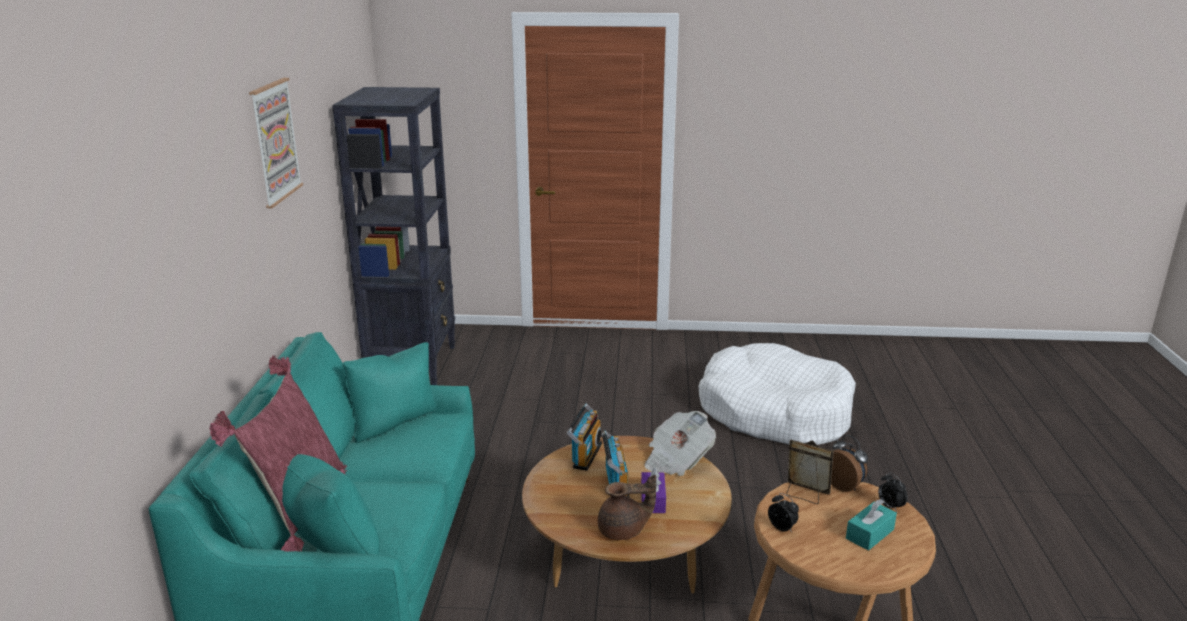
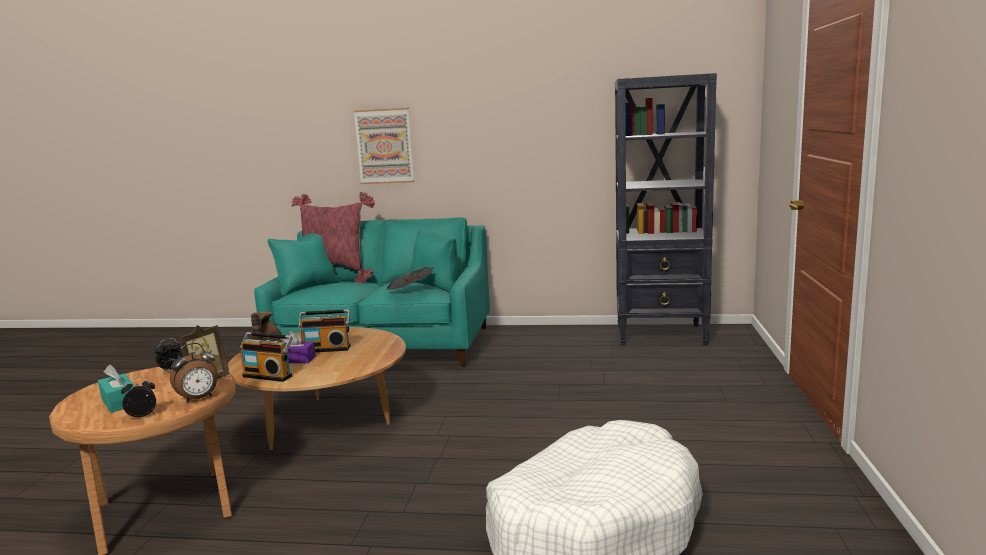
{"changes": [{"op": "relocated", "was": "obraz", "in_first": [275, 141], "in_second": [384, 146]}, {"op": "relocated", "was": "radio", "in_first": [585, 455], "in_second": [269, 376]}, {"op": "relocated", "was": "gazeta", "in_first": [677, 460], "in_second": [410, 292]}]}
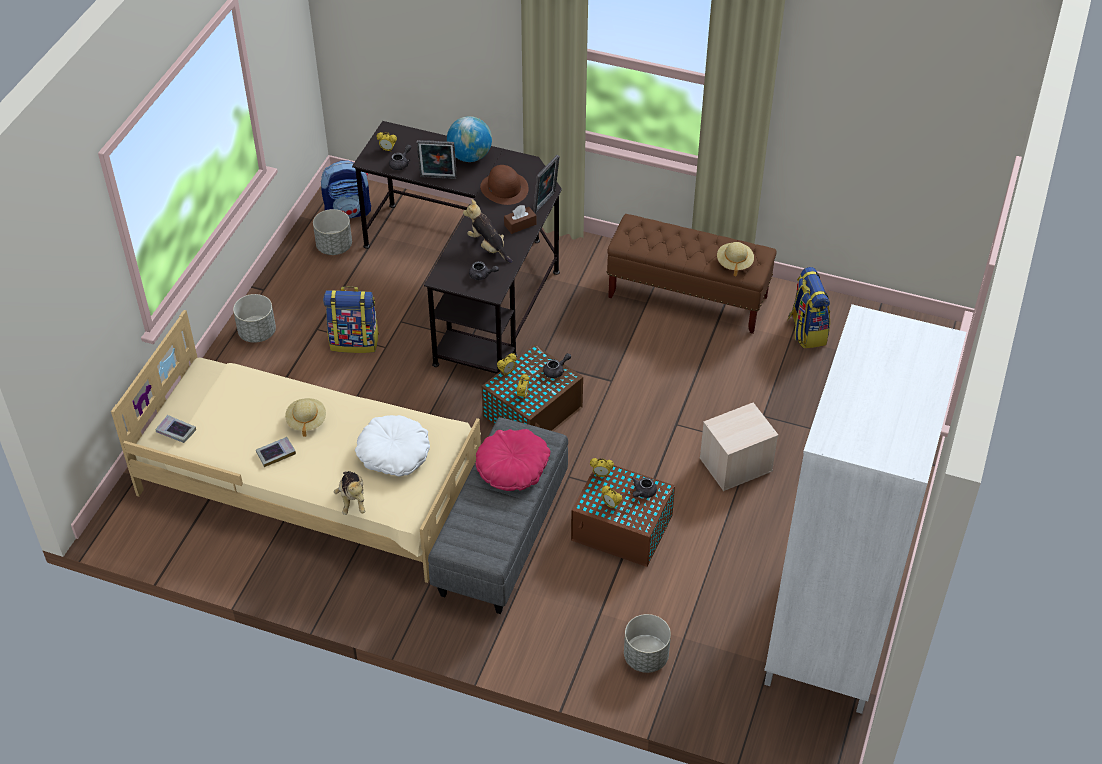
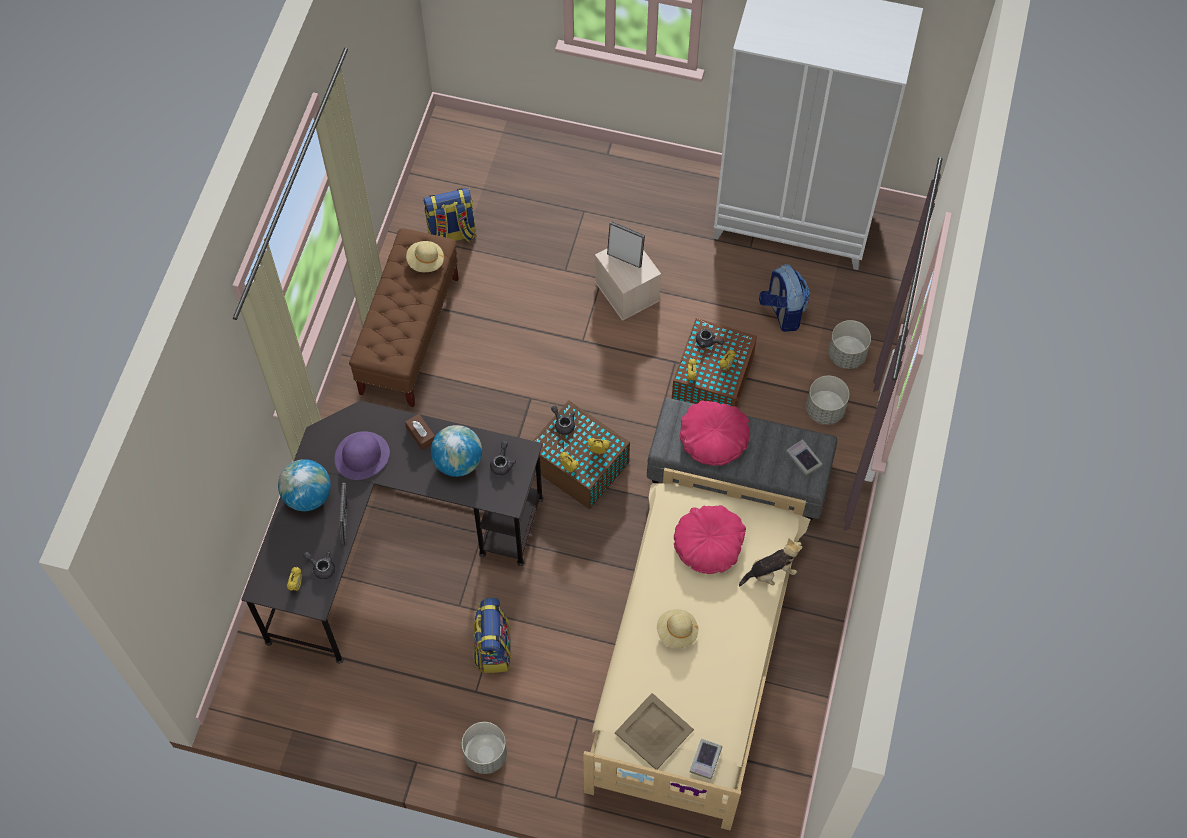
{"changes": [{"op": "relocated", "was": "ramka na zdjęcie", "in_first": [546, 203], "in_second": [625, 258]}, {"op": "relocated", "was": "plecak", "in_first": [348, 212], "in_second": [782, 312]}, {"op": "colour", "was": "kapelusz/brązowy", "now": "kapelusz/fioletowy", "in_first": [504, 188], "in_second": [362, 455]}, {"op": "exchanged", "was": "pluszak", "now": "globus", "in_first": [488, 247], "in_second": [458, 462]}, {"op": "relocated", "was": "donica/szary", "in_first": [334, 247], "in_second": [825, 410]}, {"op": "colour", "was": "poduszka/biały", "now": "poduszka/różowy", "in_first": [395, 452], "in_second": [707, 543]}, {"op": "relocated", "was": "książka", "in_first": [276, 453], "in_second": [803, 459]}, {"op": "appeared", "now": "taca/beżowy", "in_second": [653, 731]}]}
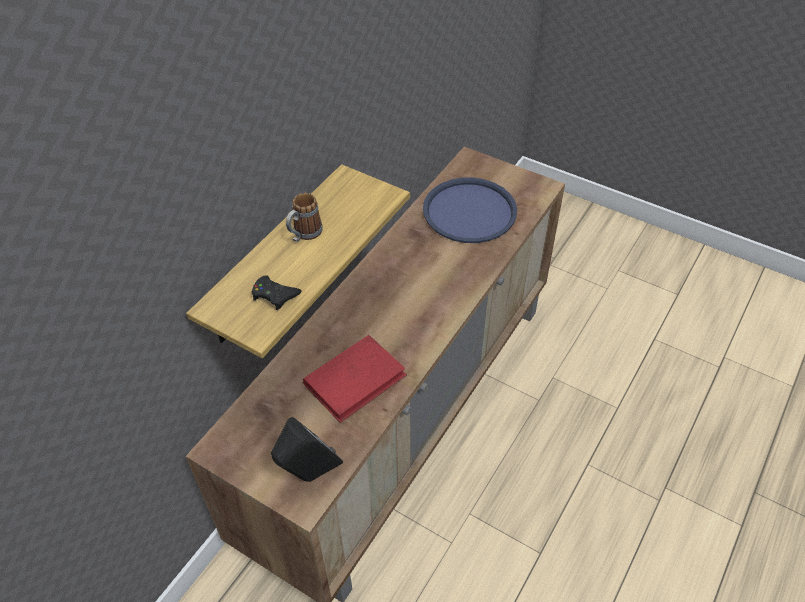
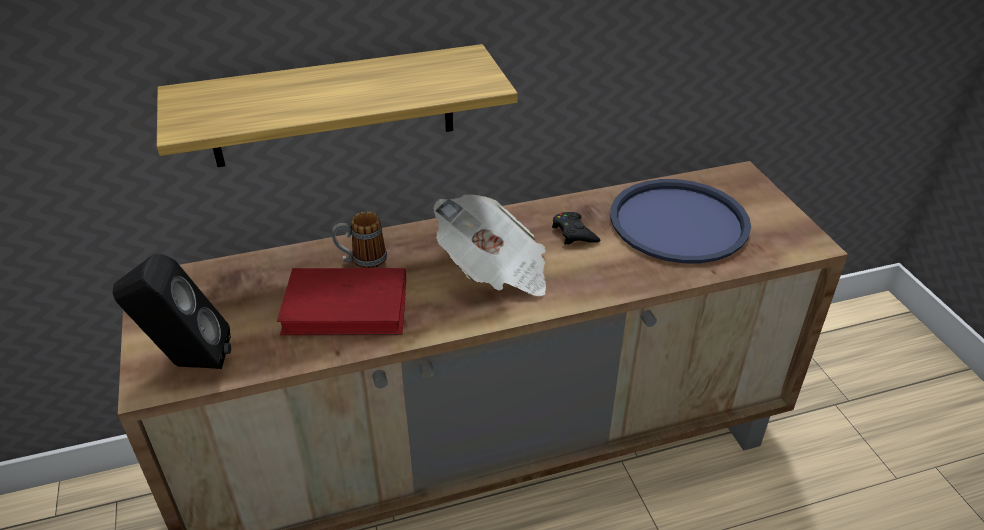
{"changes": [{"op": "relocated", "was": "kubek", "in_first": [304, 235], "in_second": [361, 260]}, {"op": "relocated", "was": "pad do gier/czarny", "in_first": [274, 295], "in_second": [574, 233]}, {"op": "appeared", "now": "gazeta", "in_second": [494, 270]}]}
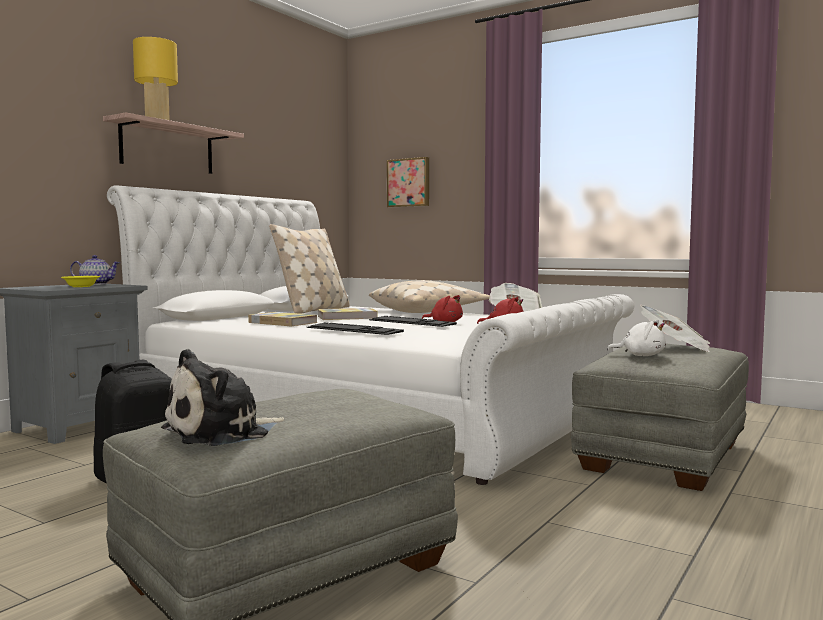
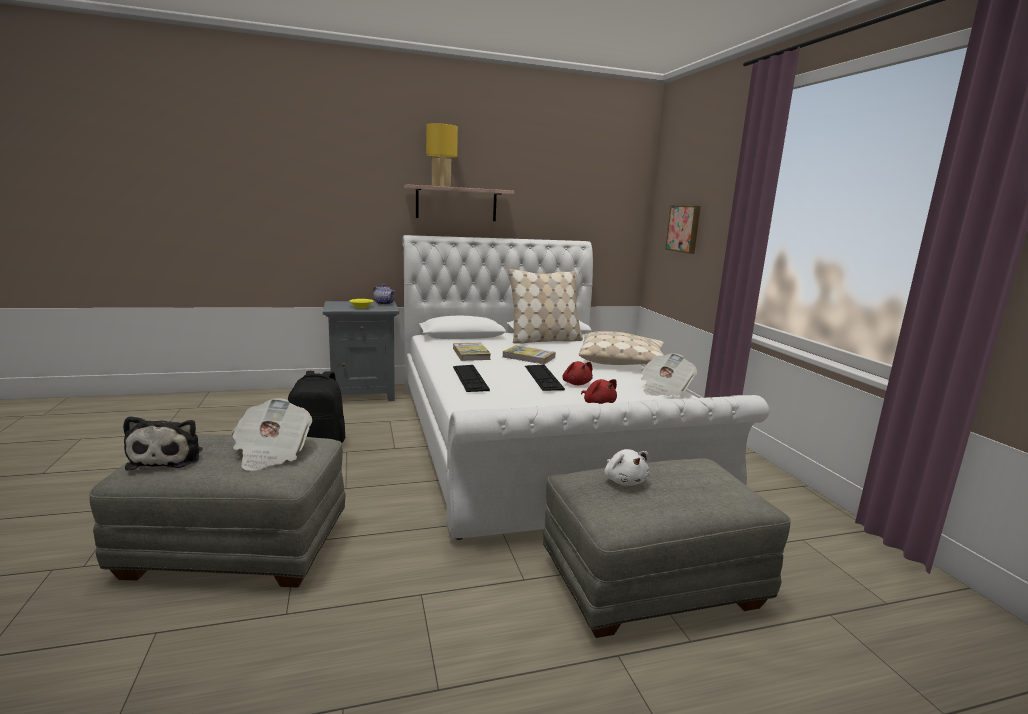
{"changes": [{"op": "relocated", "was": "gazeta", "in_first": [676, 347], "in_second": [271, 453]}, {"op": "spun", "was": "pluszak", "in_first": [222, 433], "in_second": [168, 458], "clockwise": -105}]}
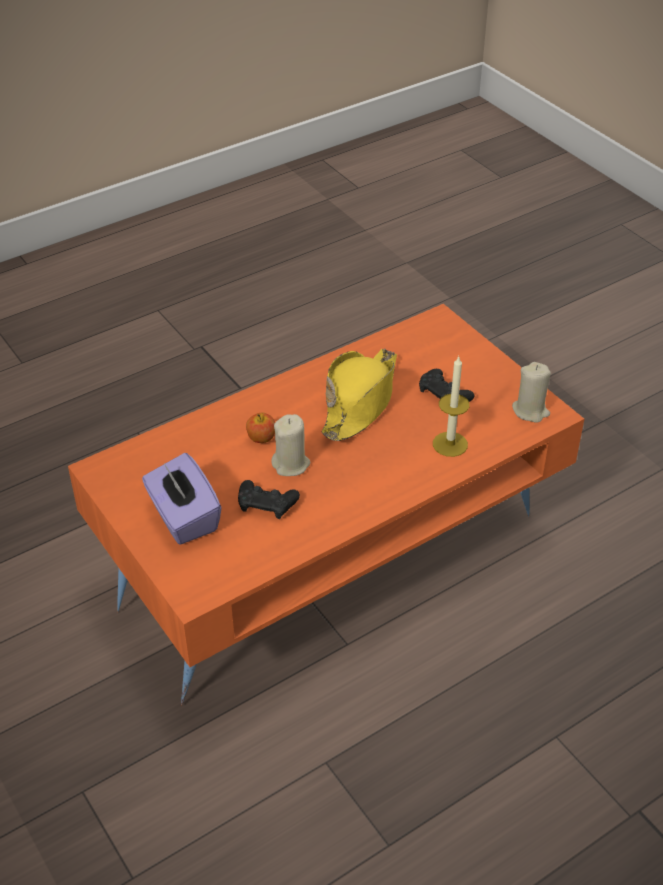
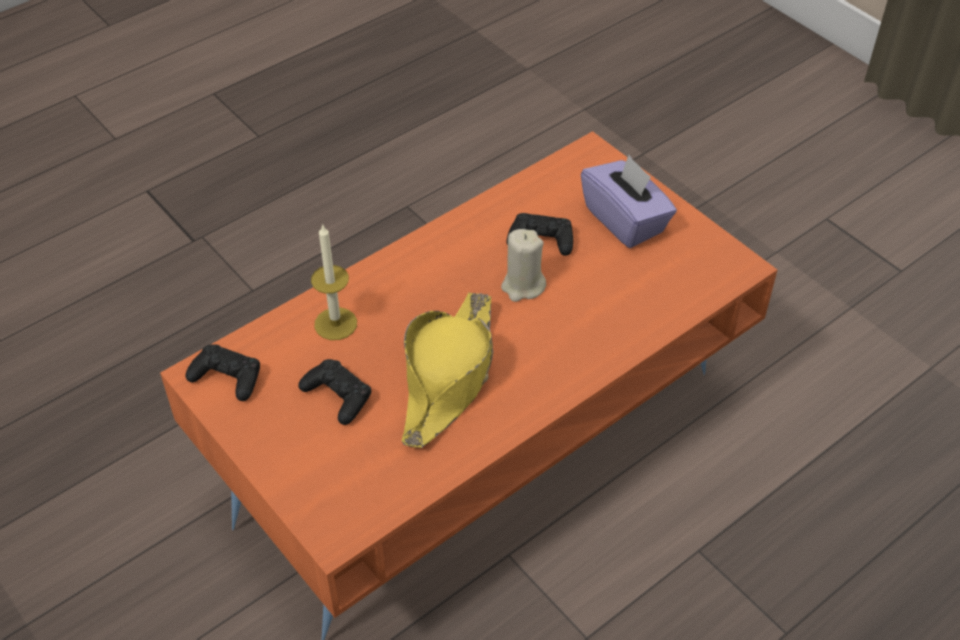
{"changes": [{"op": "exchanged", "was": "świeca/beżowy", "now": "pad do gier/czarny", "in_first": [530, 411], "in_second": [227, 377]}, {"op": "missing", "was": "jabłko", "in_first": [261, 438]}]}
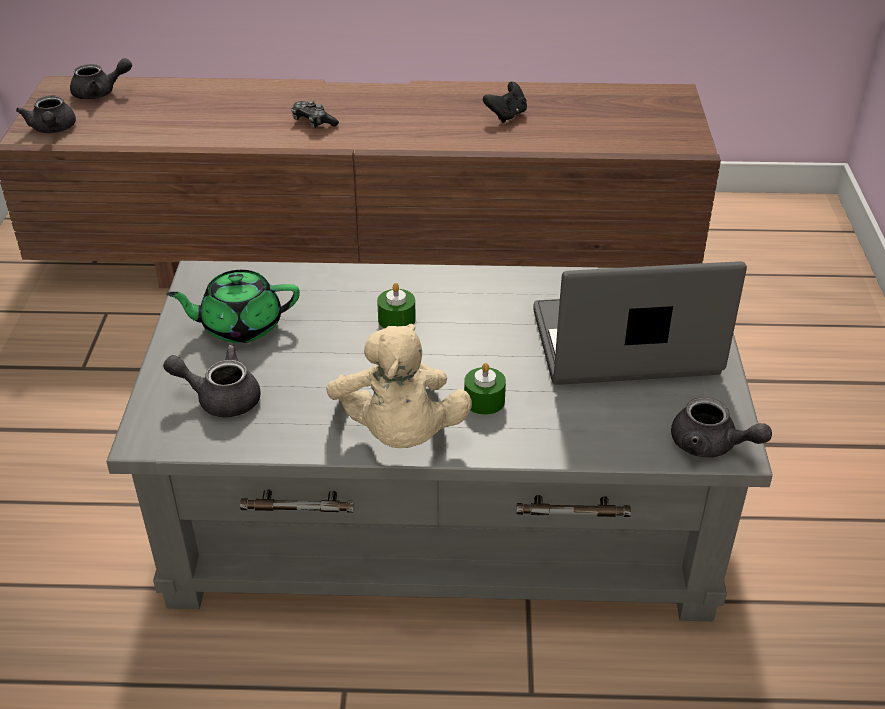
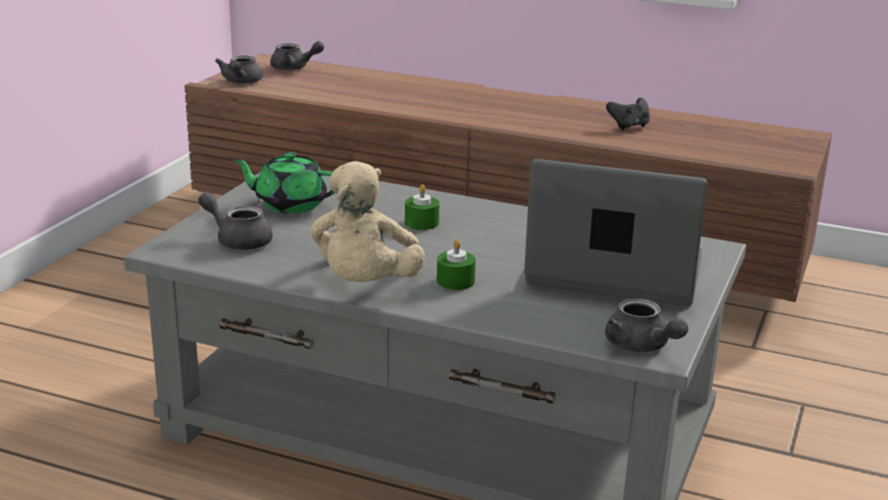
{"changes": [{"op": "missing", "was": "pad do gier", "in_first": [313, 122]}]}
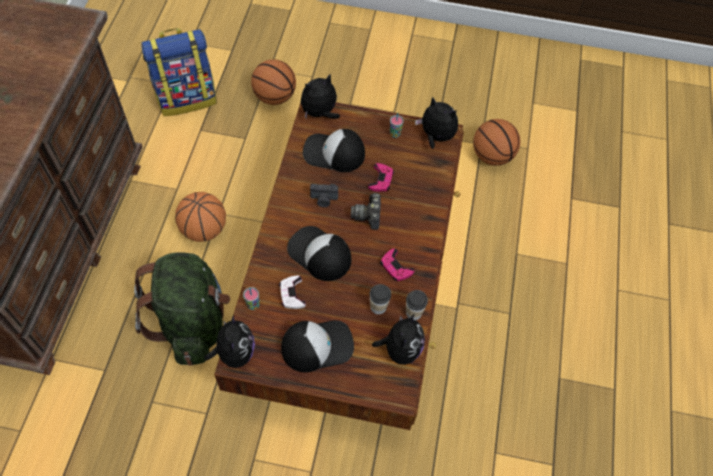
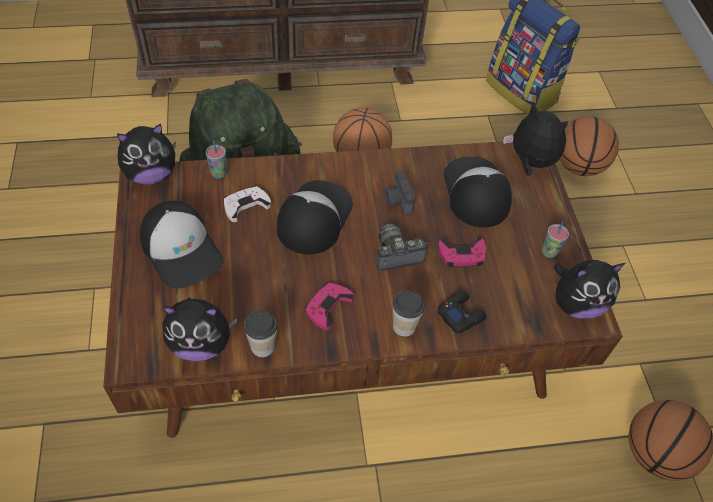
{"changes": [{"op": "spun", "was": "pluszak", "in_first": [435, 137], "in_second": [576, 304], "clockwise": 60}, {"op": "relocated", "was": "filiżanka", "in_first": [378, 307], "in_second": [404, 326]}, {"op": "appeared", "now": "pad do gier/czarny", "in_second": [460, 314]}]}
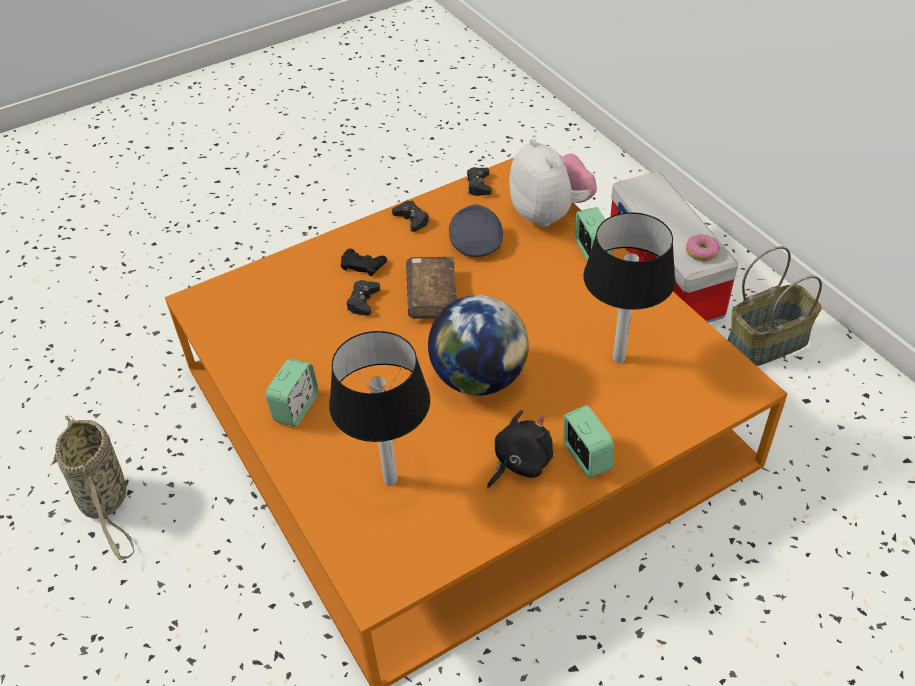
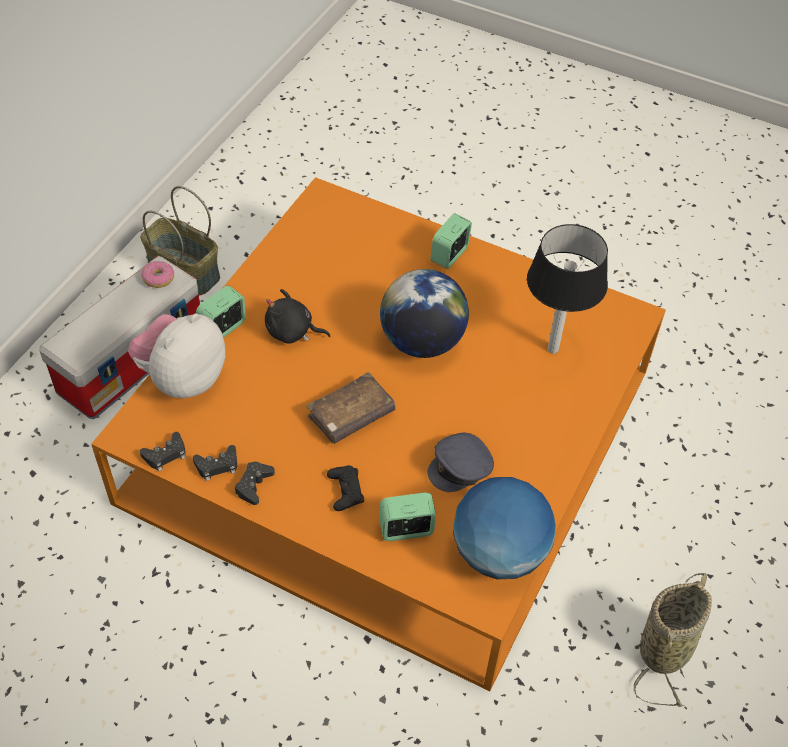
{"changes": [{"op": "relocated", "was": "czapka z daszkiem/szary", "in_first": [475, 241], "in_second": [461, 468]}, {"op": "missing", "was": "lampa stołowa", "in_first": [618, 358]}, {"op": "relocated", "was": "pad do gier/czarny", "in_first": [363, 301], "in_second": [217, 466]}, {"op": "relocated", "was": "budzik", "in_first": [296, 408], "in_second": [406, 529]}, {"op": "relocated", "was": "pluszak/czarny", "in_first": [520, 462], "in_second": [292, 332]}, {"op": "appeared", "now": "globus", "in_second": [498, 553]}]}
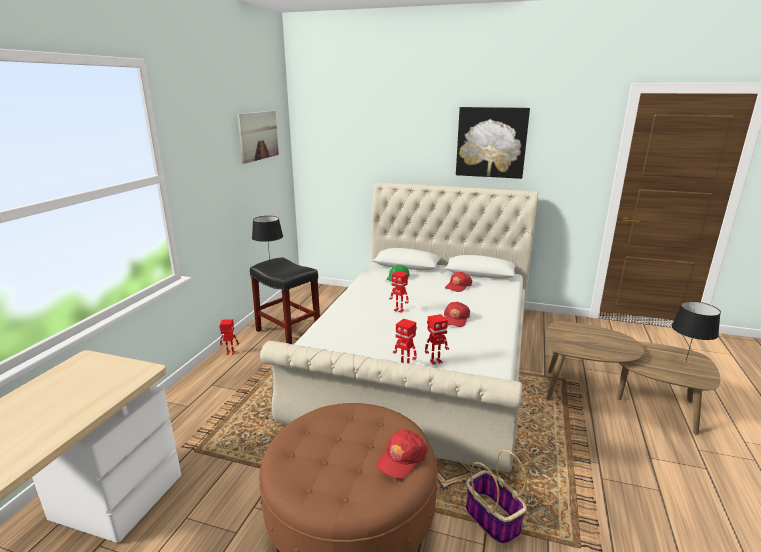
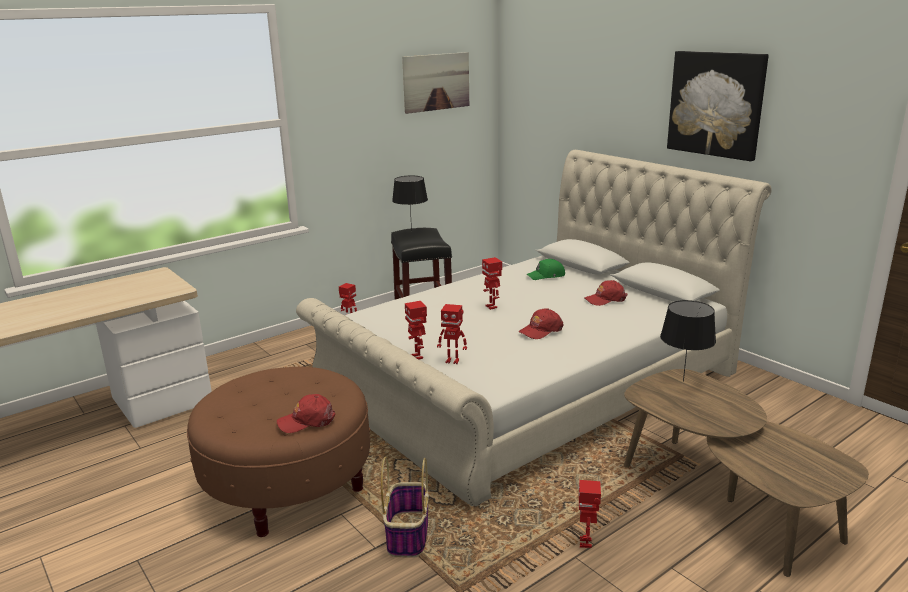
{"changes": [{"op": "relocated", "was": "lampa stołowa/czarny", "in_first": [685, 361], "in_second": [682, 381]}, {"op": "appeared", "now": "robot zabawkowy", "in_second": [586, 543]}]}
